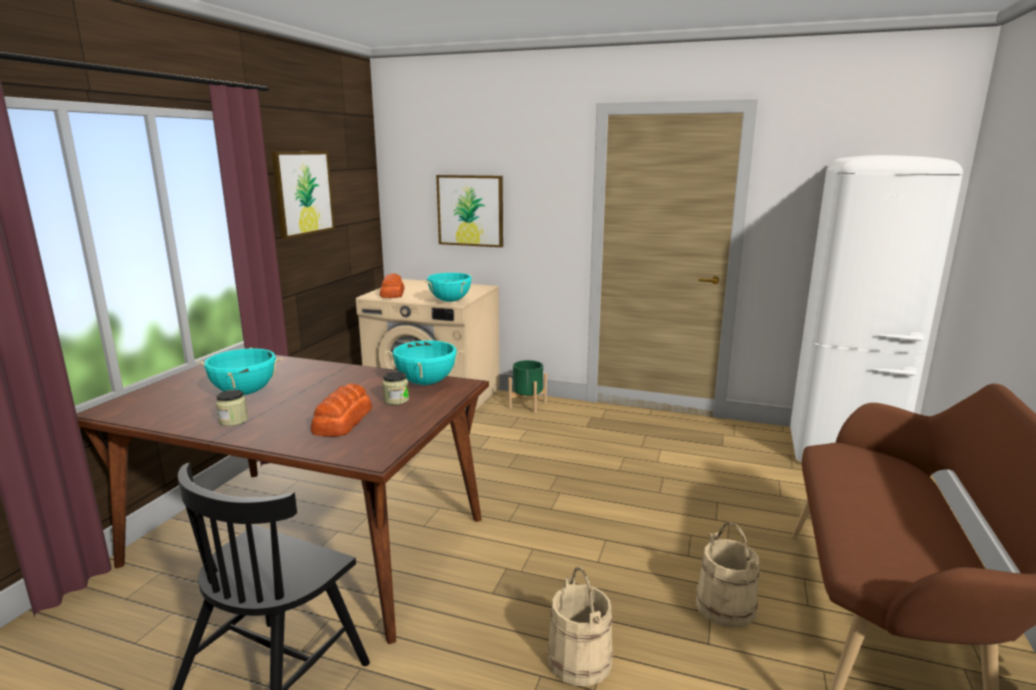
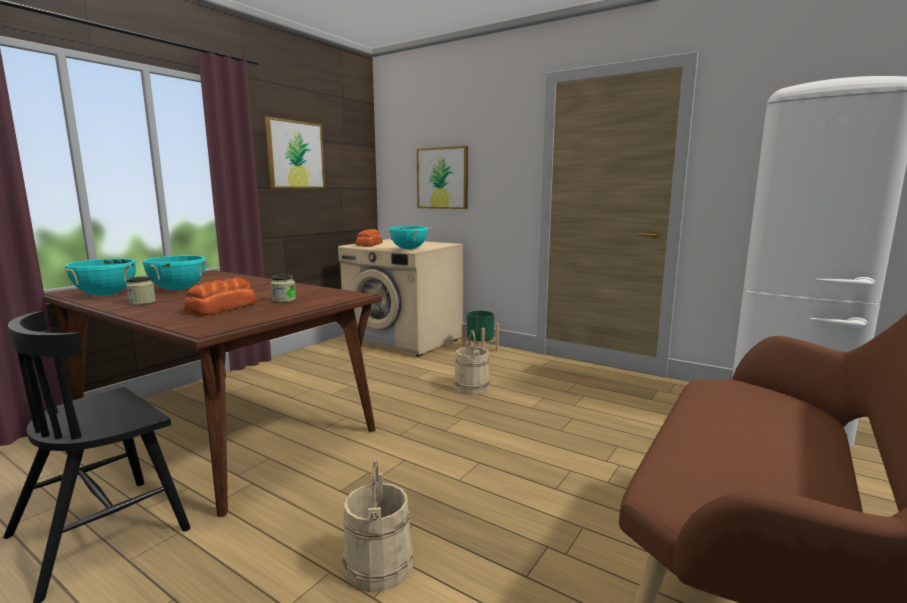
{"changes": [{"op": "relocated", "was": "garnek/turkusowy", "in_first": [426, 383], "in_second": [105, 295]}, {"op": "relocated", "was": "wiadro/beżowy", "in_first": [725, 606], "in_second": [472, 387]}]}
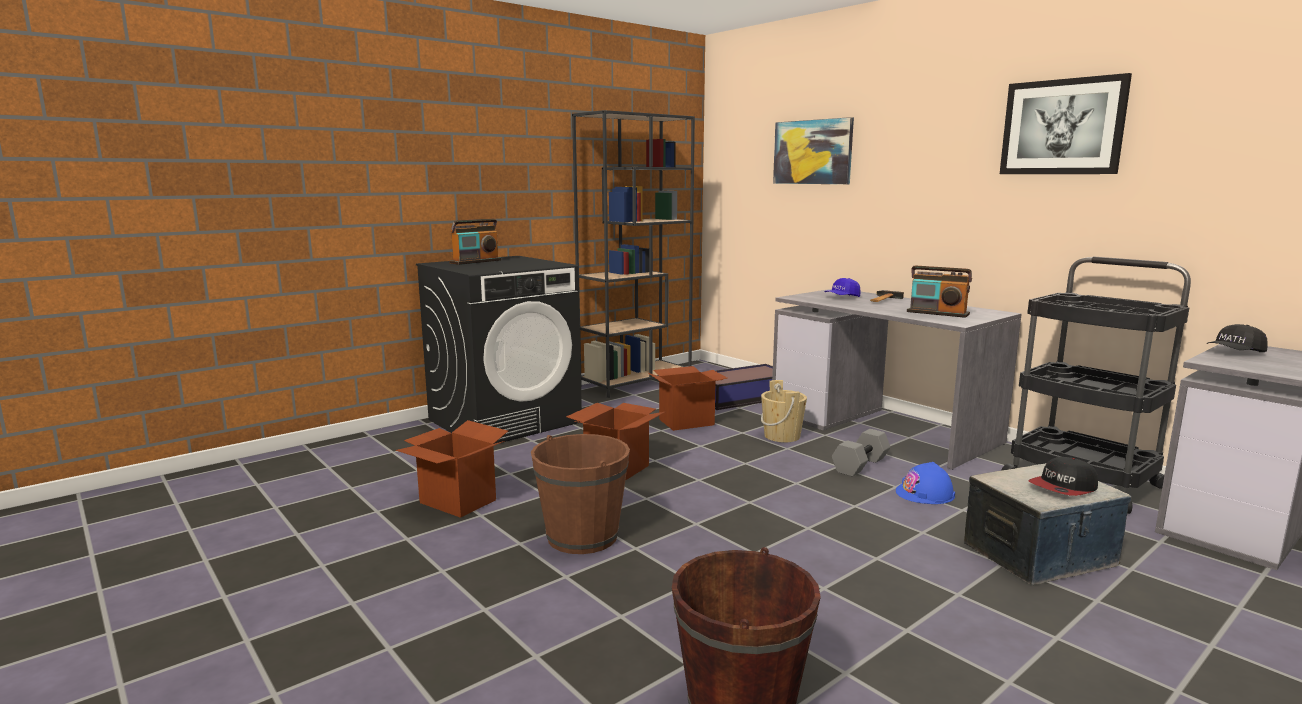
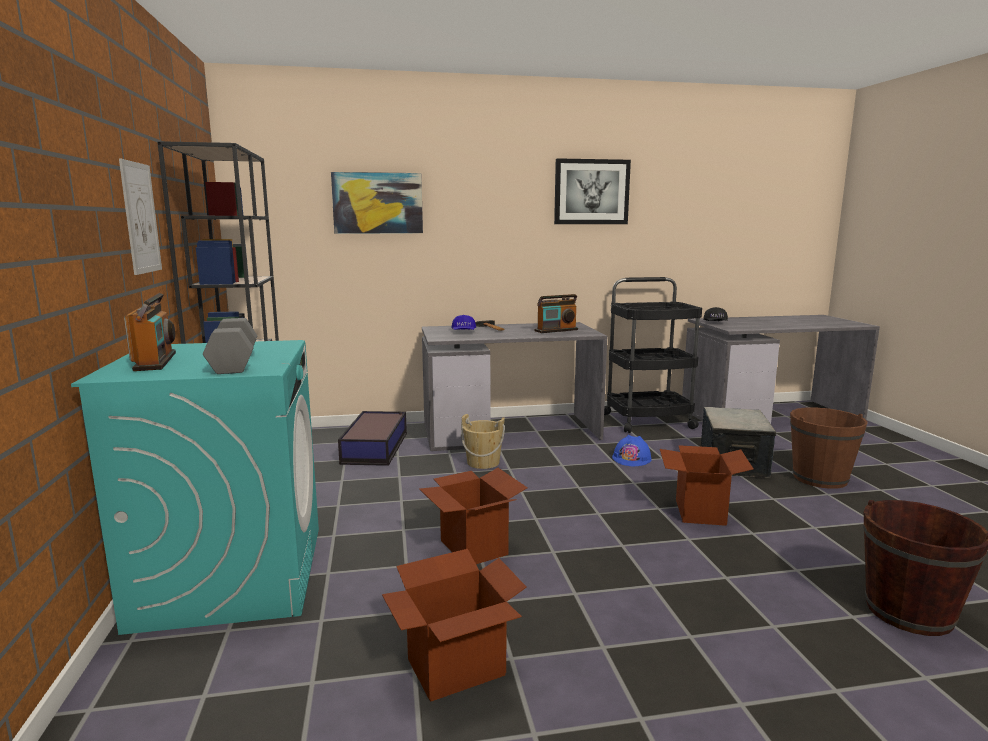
{"changes": [{"op": "colour", "was": "pralka/czarny", "now": "pralka/turkusowy", "in_first": [505, 421], "in_second": [232, 574]}, {"op": "relocated", "was": "karton", "in_first": [686, 422], "in_second": [700, 512]}, {"op": "relocated", "was": "hantel/szary", "in_first": [859, 464], "in_second": [232, 363]}, {"op": "relocated", "was": "wiadro/brązowy", "in_first": [582, 537], "in_second": [820, 478]}, {"op": "missing", "was": "czapka z daszkiem", "in_first": [1063, 487]}, {"op": "appeared", "now": "obraz", "in_second": [140, 218]}]}
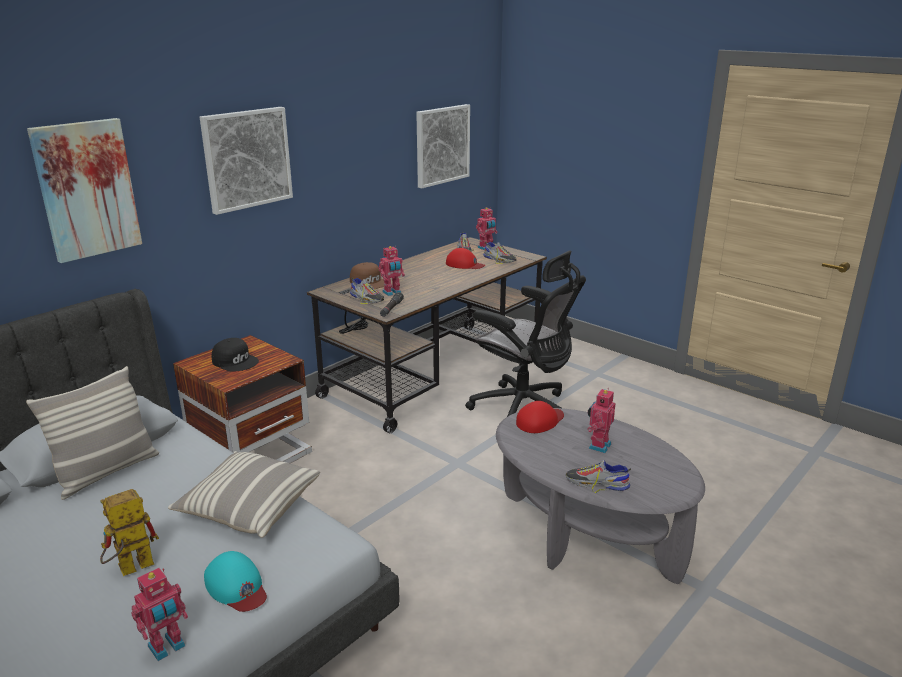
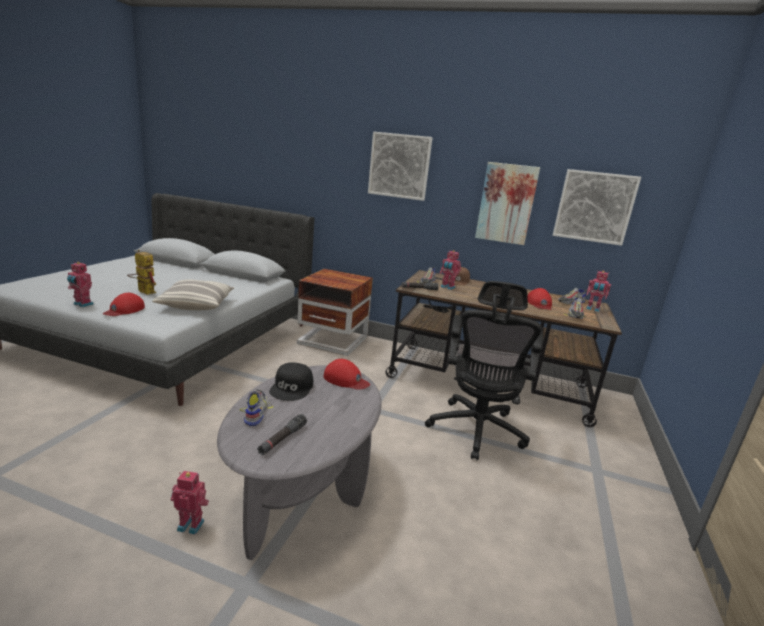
{"changes": [{"op": "relocated", "was": "obraz", "in_first": [87, 189], "in_second": [506, 203]}, {"op": "relocated", "was": "czapka z daszkiem/czarny", "in_first": [235, 361], "in_second": [292, 388]}, {"op": "missing", "was": "poduszka", "in_first": [106, 472]}, {"op": "relocated", "was": "robot zabawkowy", "in_first": [598, 445], "in_second": [191, 524]}, {"op": "colour", "was": "czapka z daszkiem/turkusowy", "now": "czapka z daszkiem/czerwony", "in_first": [236, 587], "in_second": [124, 310]}, {"op": "appeared", "now": "latarka/czarny", "in_second": [282, 439]}]}
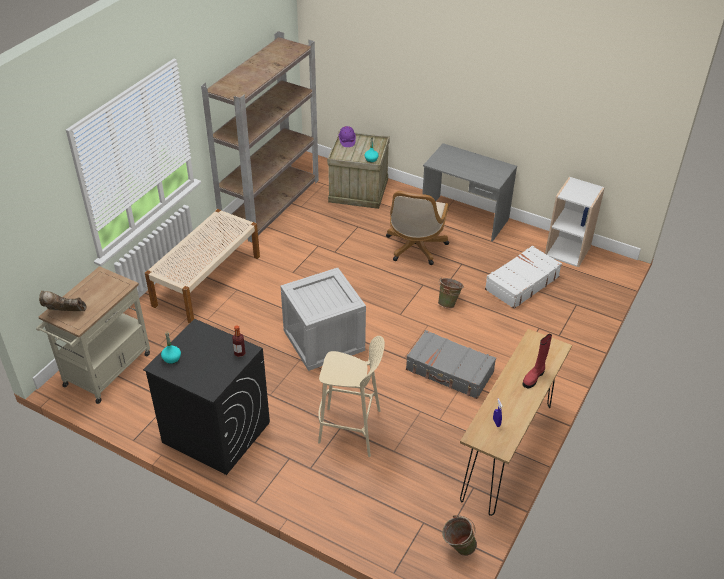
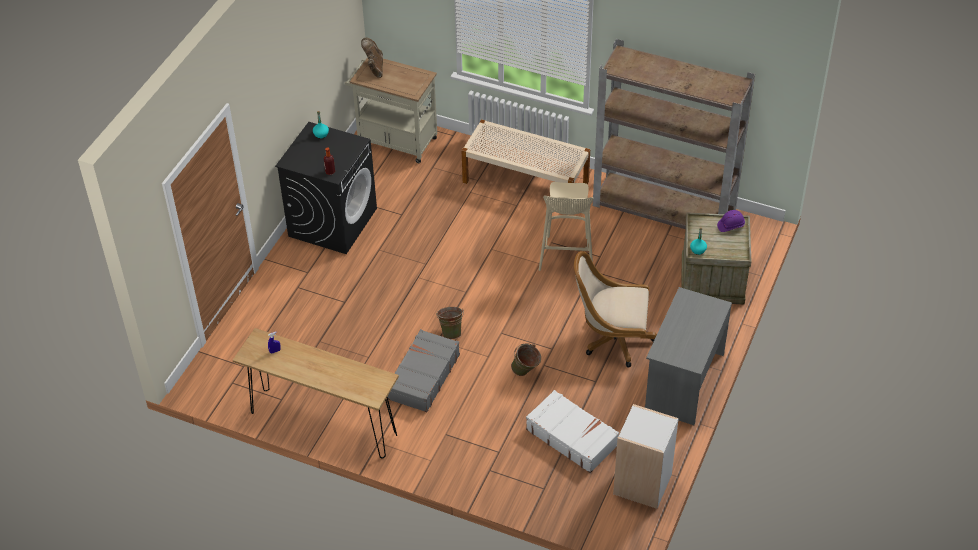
{"changes": [{"op": "missing", "was": "skrzynka", "in_first": [322, 340]}, {"op": "missing", "was": "but z cholewką/czerwony", "in_first": [534, 377]}, {"op": "relocated", "was": "stołek/beżowy", "in_first": [351, 429], "in_second": [566, 255]}, {"op": "relocated", "was": "wiadro/zielony", "in_first": [457, 548], "in_second": [451, 332]}]}
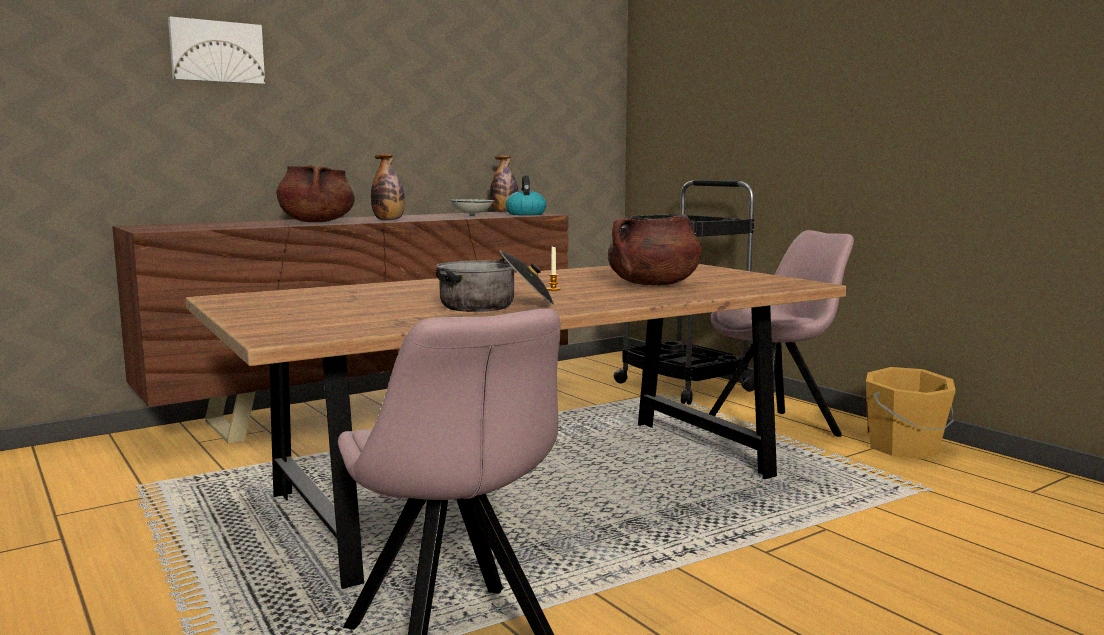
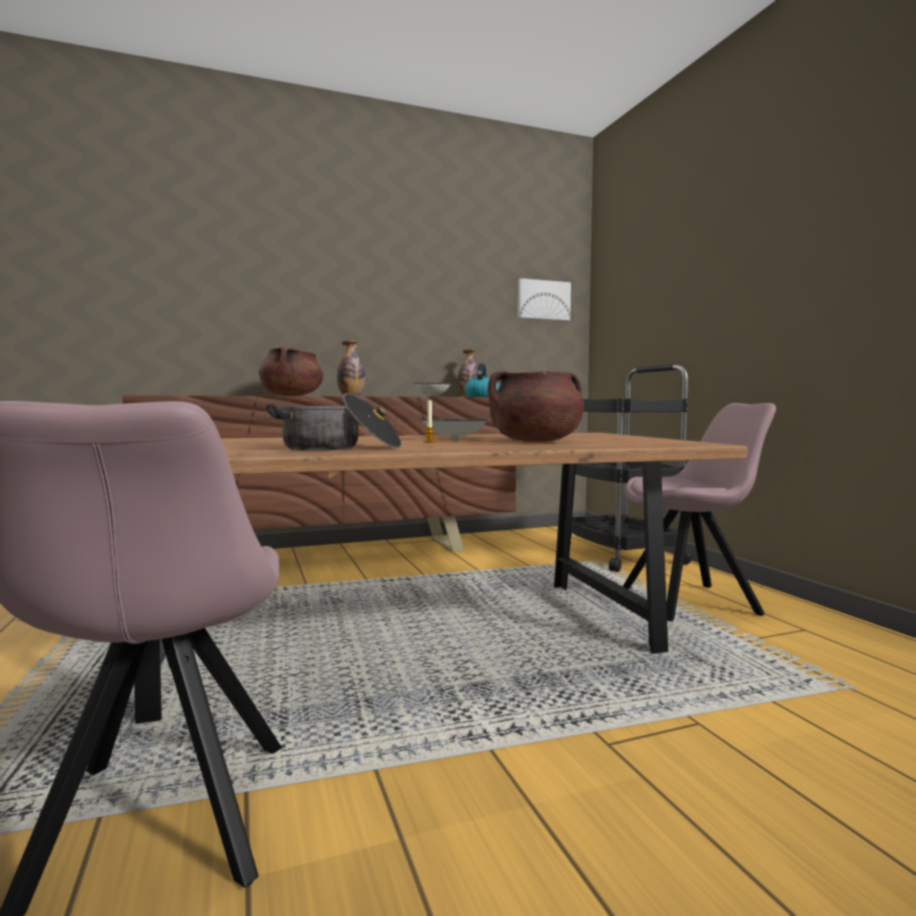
{"changes": [{"op": "relocated", "was": "obraz", "in_first": [216, 52], "in_second": [543, 300]}, {"op": "missing", "was": "wiadro/pomarańczowy", "in_first": [905, 447]}, {"op": "appeared", "now": "miska", "in_second": [454, 439]}]}
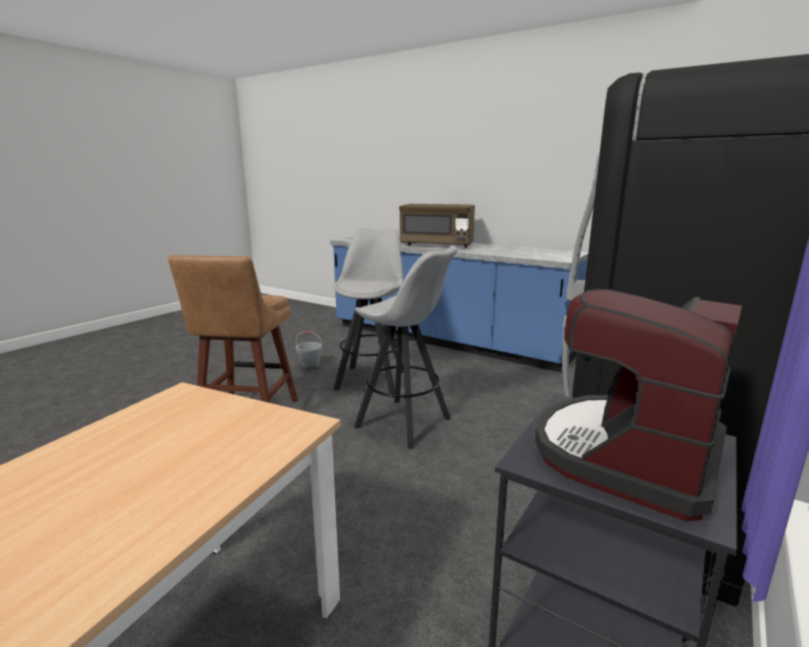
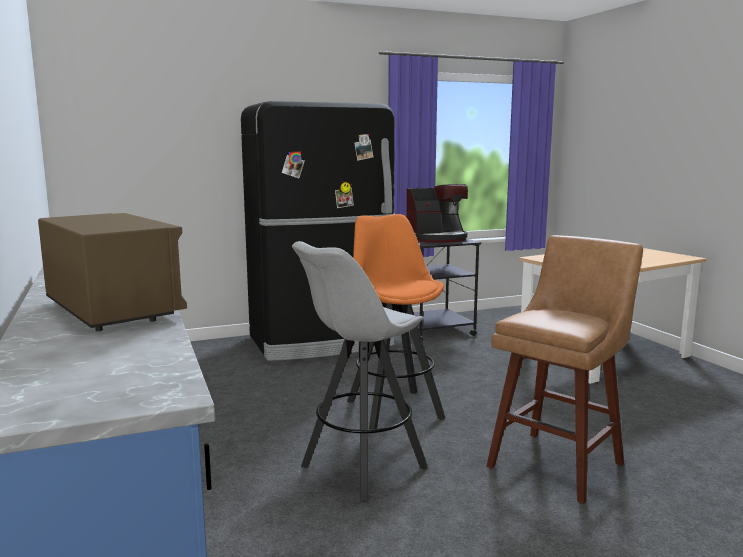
{"changes": [{"op": "colour", "was": "stołek/szary", "now": "stołek/pomarańczowy", "in_first": [405, 423], "in_second": [393, 408]}, {"op": "missing", "was": "wiadro/szary", "in_first": [310, 366]}]}
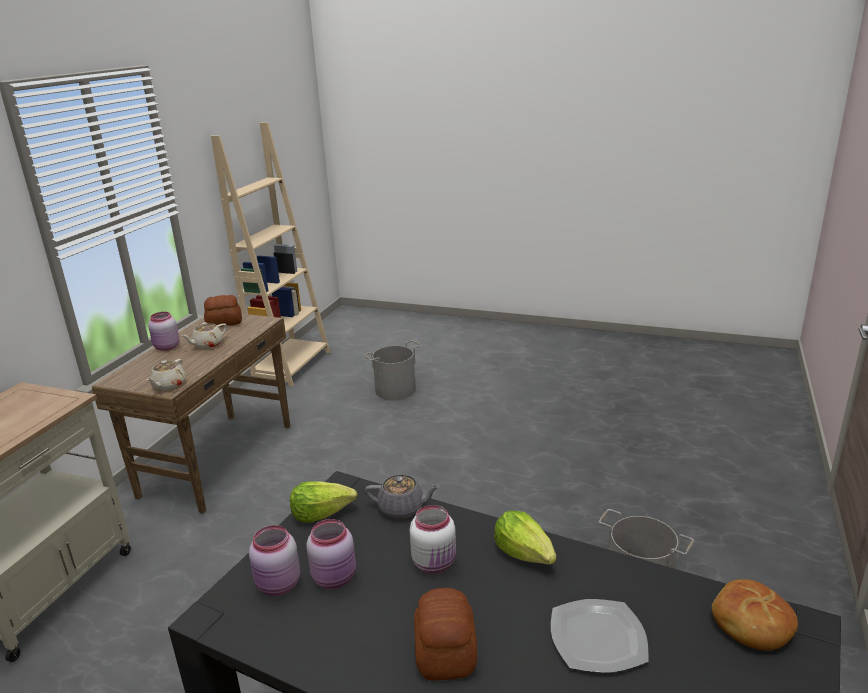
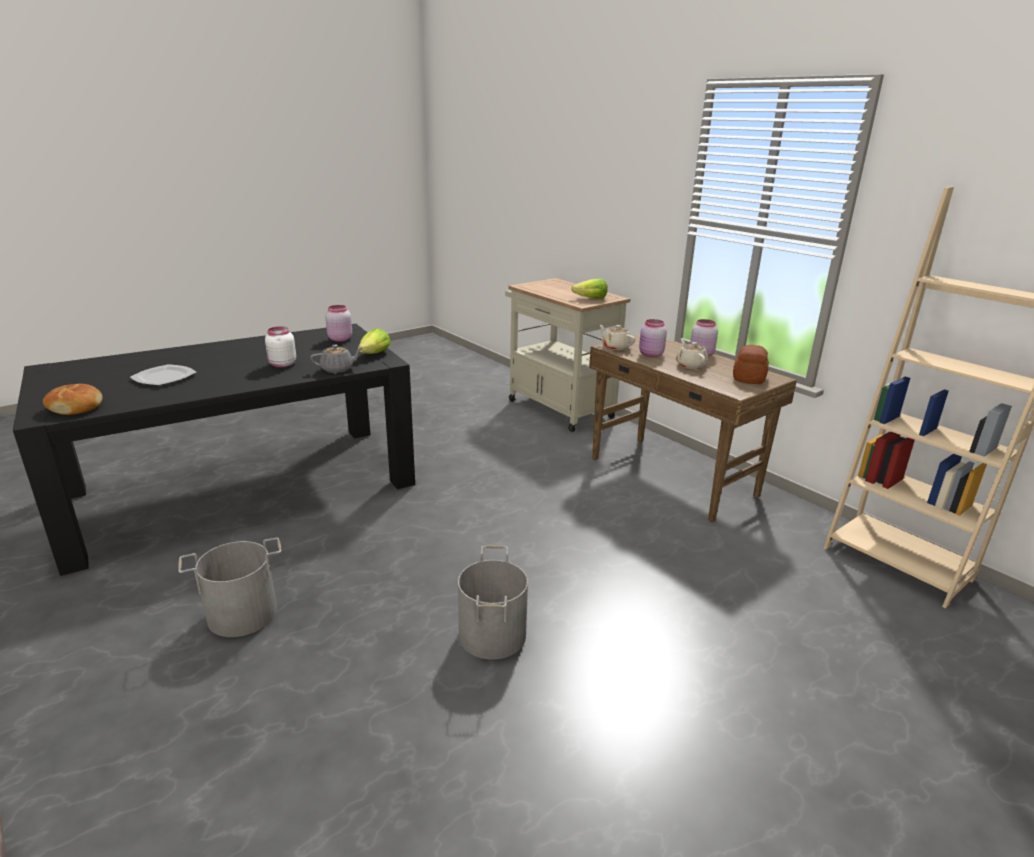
{"changes": [{"op": "relocated", "was": "wiadro/szary", "in_first": [395, 390], "in_second": [491, 635]}, {"op": "spun", "was": "imbryk/szary", "in_first": [402, 508], "in_second": [338, 369], "clockwise": -150}, {"op": "relocated", "was": "sałata", "in_first": [525, 553], "in_second": [590, 299]}, {"op": "relocated", "was": "słoik/różowy", "in_first": [335, 578], "in_second": [650, 354]}, {"op": "missing", "was": "chleb", "in_first": [444, 651]}]}
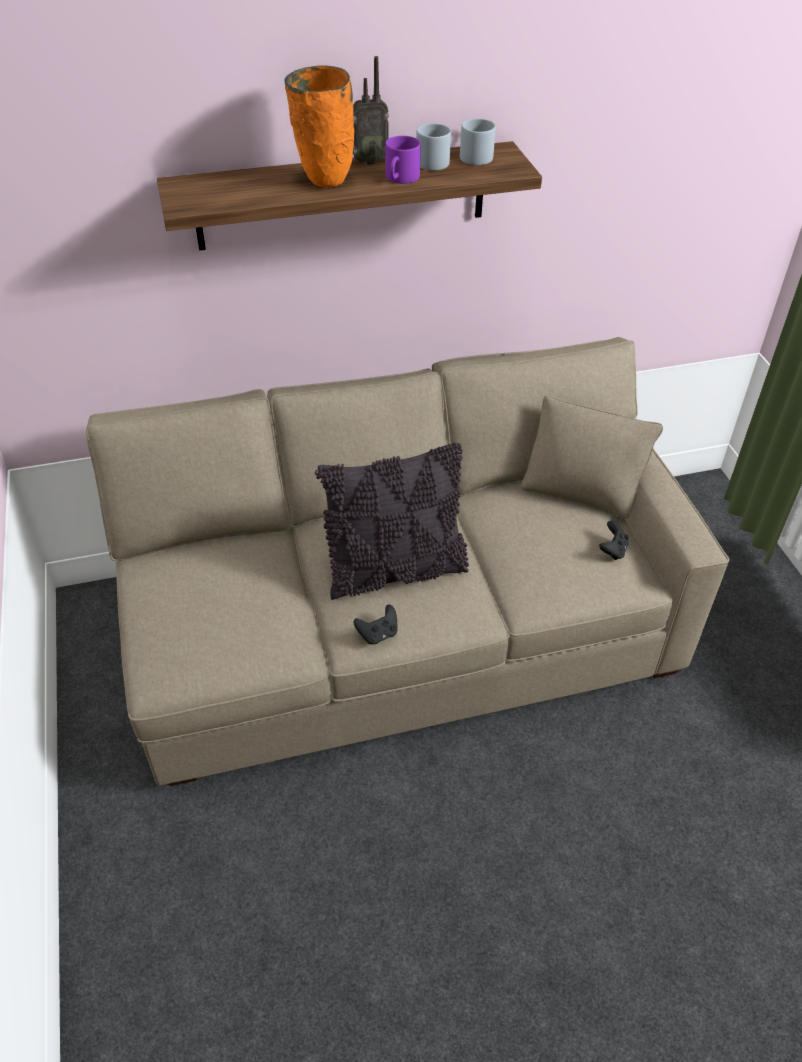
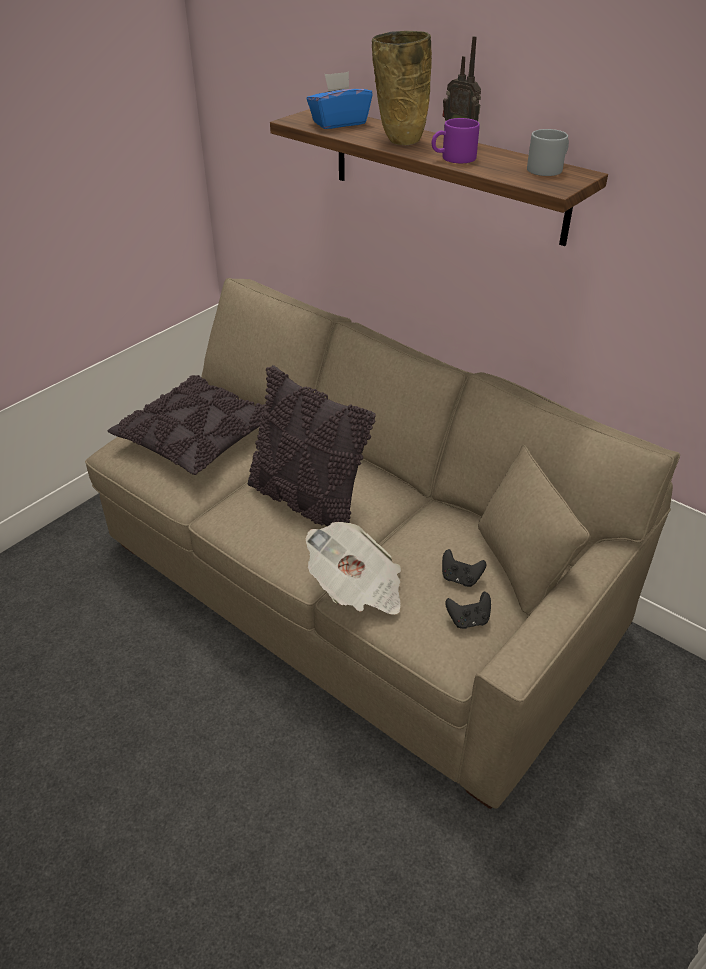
{"changes": [{"op": "colour", "was": "wazon/pomarańczowy", "now": "wazon/beżowy", "in_first": [323, 182], "in_second": [399, 141]}, {"op": "missing", "was": "kubek/szary", "in_first": [429, 161]}, {"op": "relocated", "was": "pad do gier/czarny", "in_first": [378, 634], "in_second": [460, 578]}, {"op": "appeared", "now": "pudełko chusteczek/niebieski", "in_second": [339, 123]}, {"op": "appeared", "now": "poduszka/czarny", "in_second": [197, 438]}, {"op": "appeared", "now": "gazeta", "in_second": [357, 588]}]}
